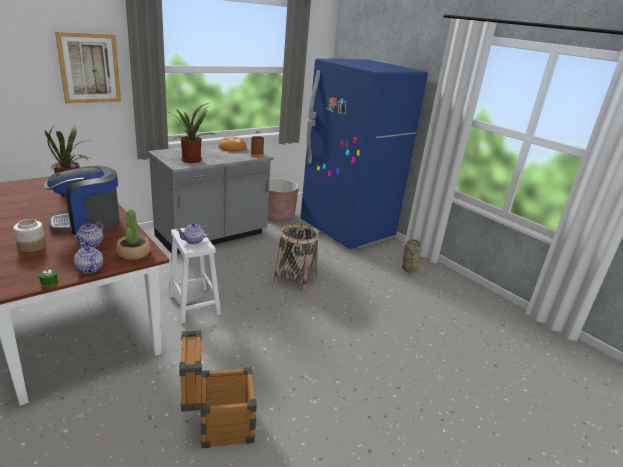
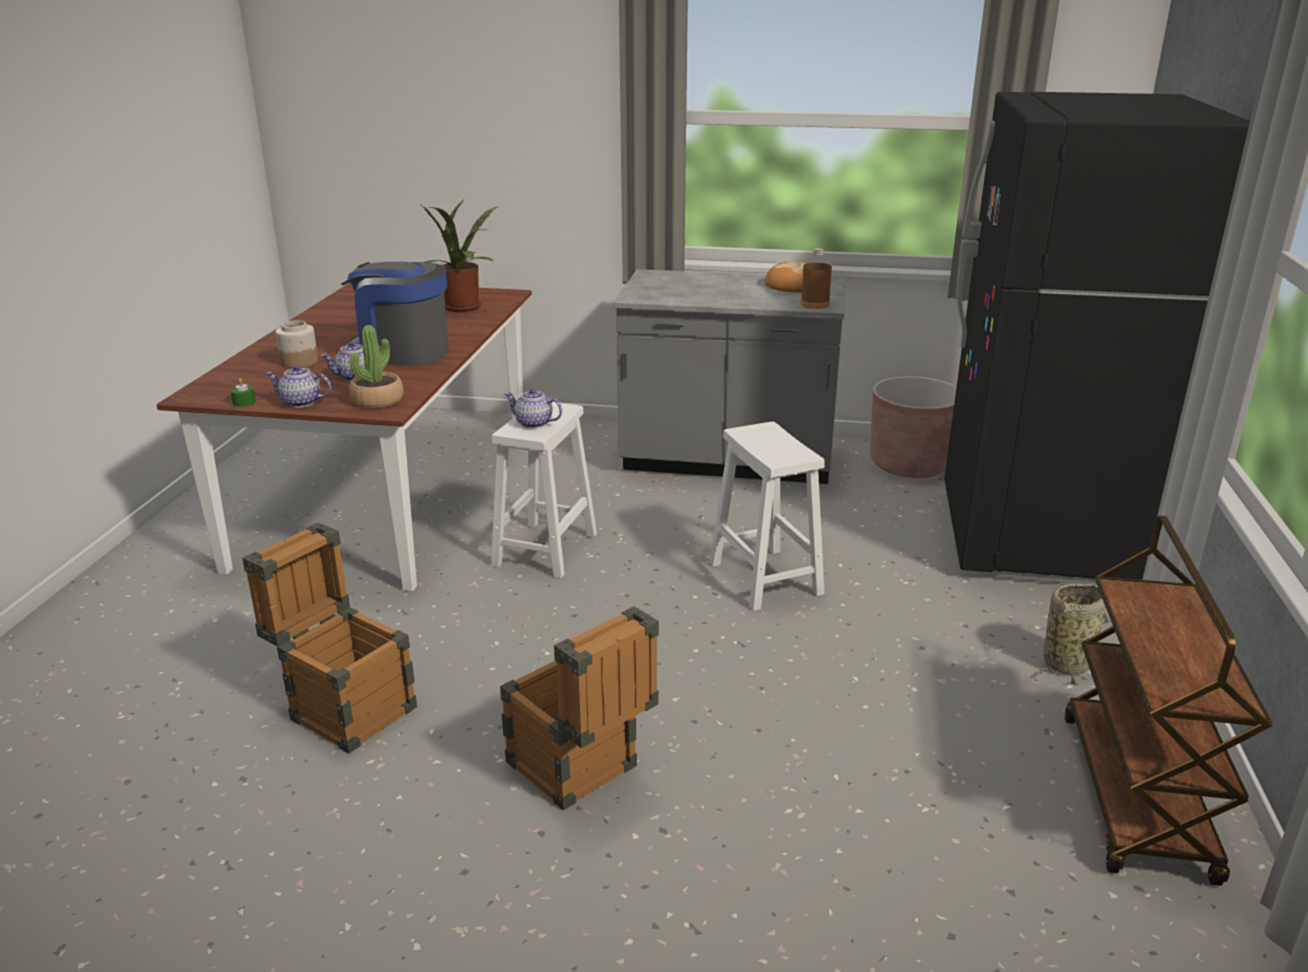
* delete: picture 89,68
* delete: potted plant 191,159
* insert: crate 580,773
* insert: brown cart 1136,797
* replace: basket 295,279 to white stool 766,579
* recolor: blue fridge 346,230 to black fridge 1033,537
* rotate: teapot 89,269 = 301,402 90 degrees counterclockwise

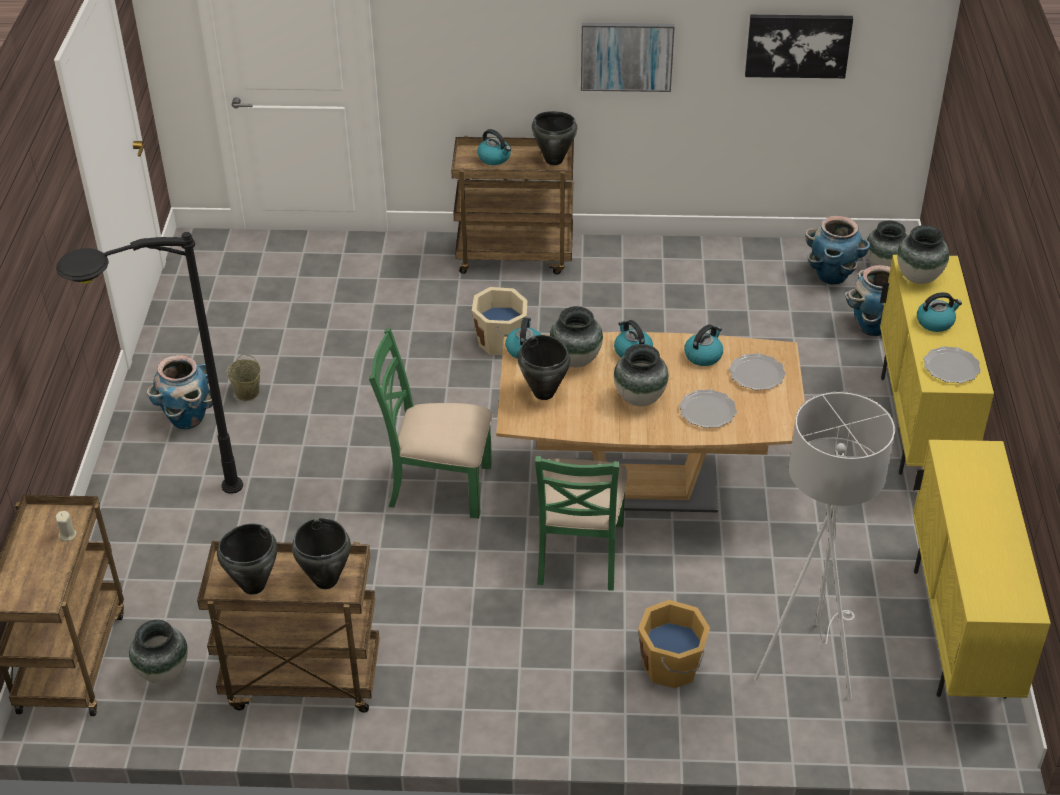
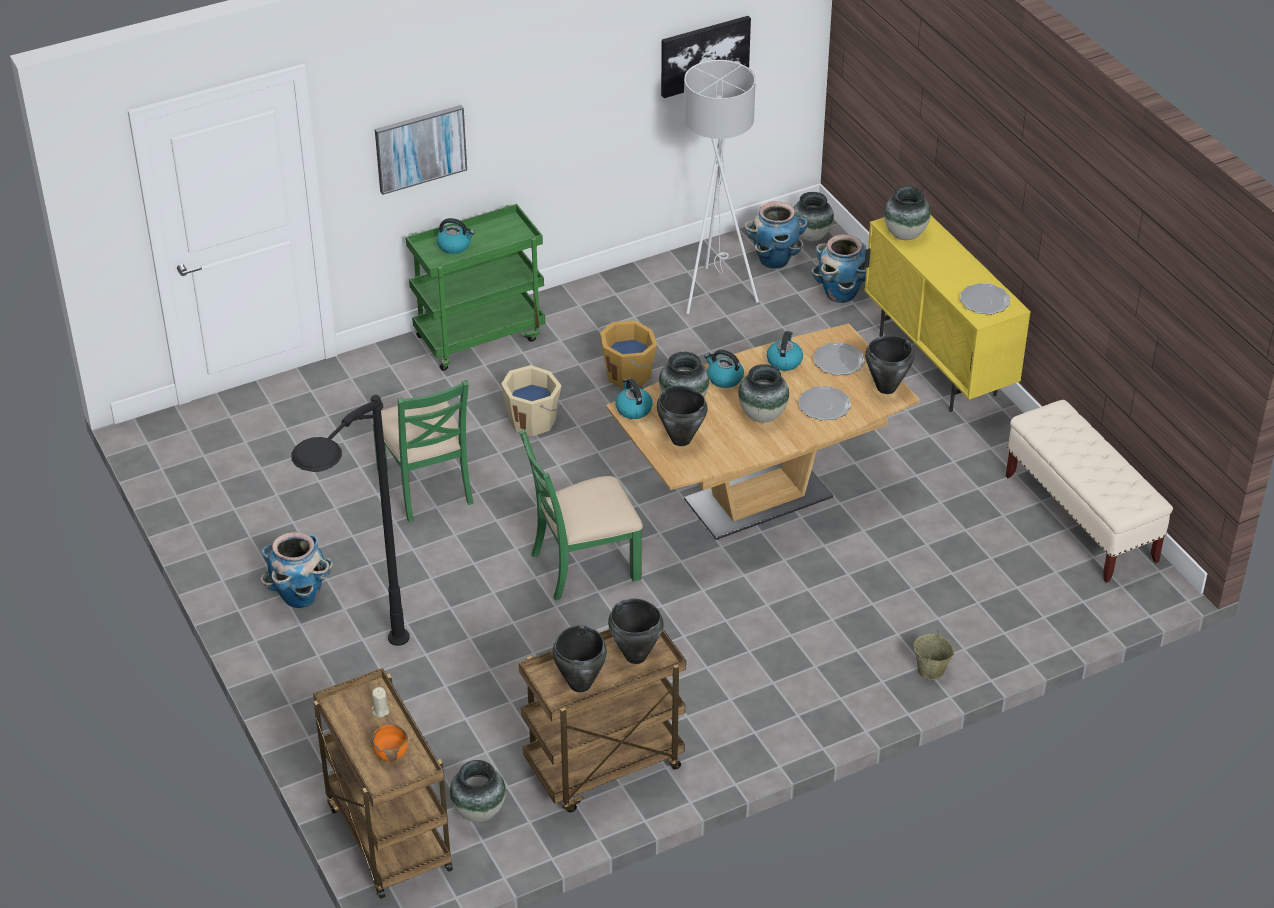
* delete: kettle 935,322
* insert: orange bowl 391,753
* move: beige bucket 247,393 to 931,670
* move: black cooking pot 553,160 to 886,388
* move: green chair 579,553 to 426,486
* move: picture 626,56 to 420,148
* move: orange bucket 672,666 to 629,374
* move: white floor lamp 807,660 to 714,290
* replace: yellow cabinet 958,633 to beige bench 1081,519
* recolor: brown cart 516,255 to green cart 480,336

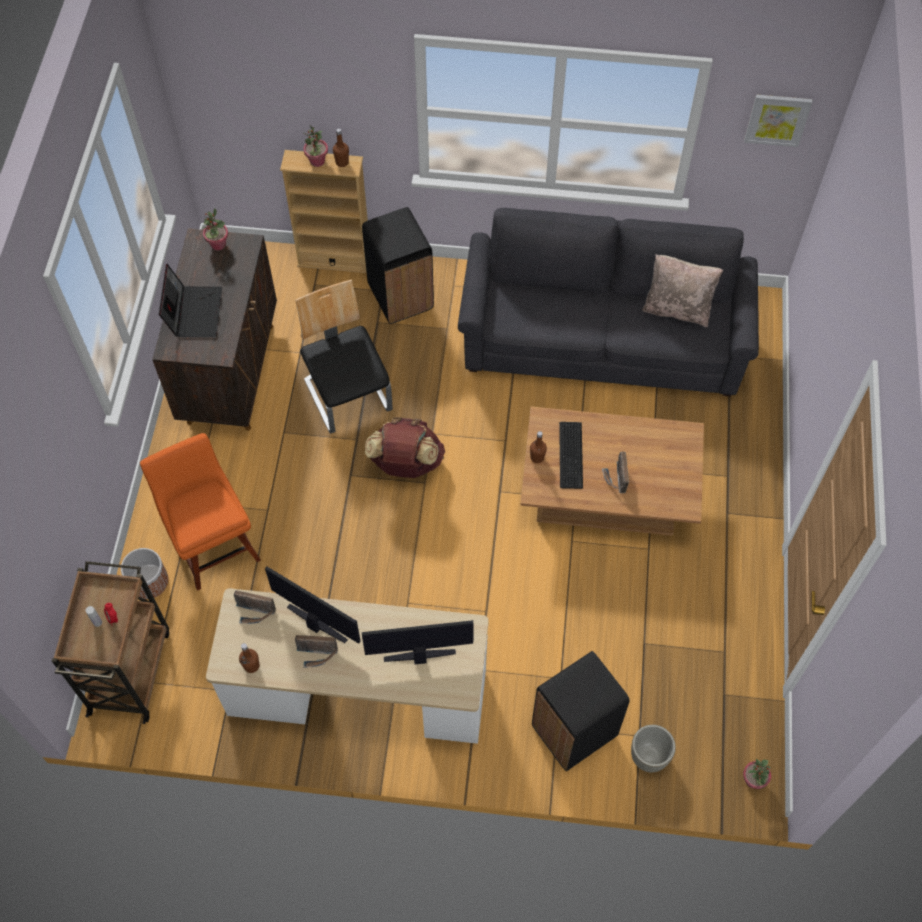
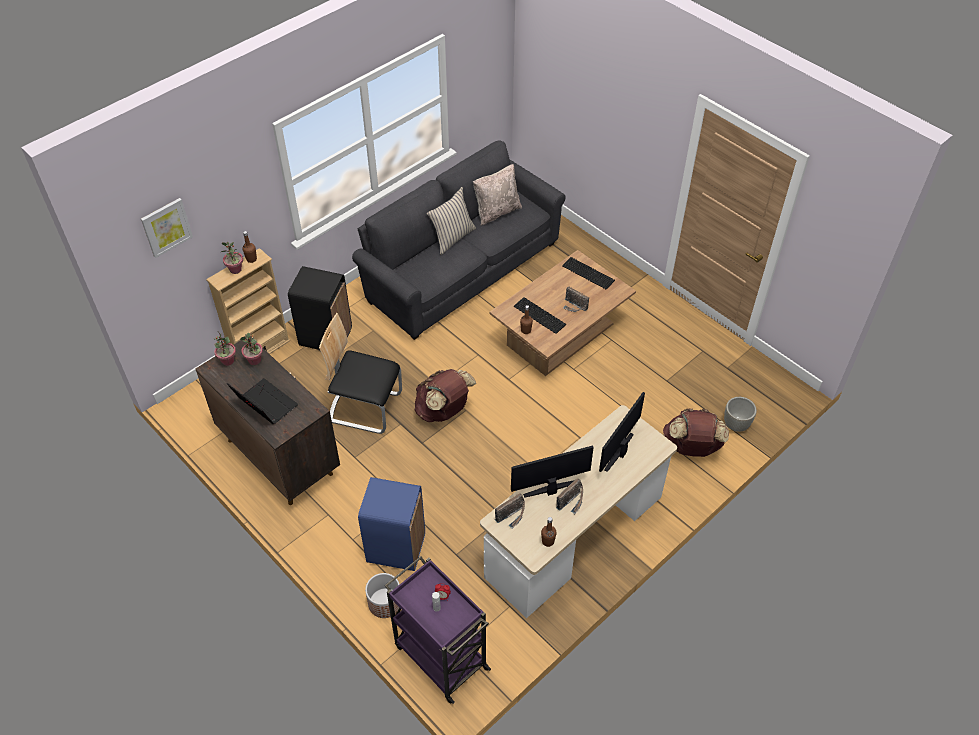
* insert: beige pillow 452,238
* insert: keyboard 588,272
* move: potted plant 753,780 to 255,360
* move: picture 777,119 to 166,227
* replace: orange chair 214,545 to blue trash can 396,547
* replace: black trash can 573,731 to brown backpack 691,448
* recolor: brown cart 130,669 to purple cart 440,656

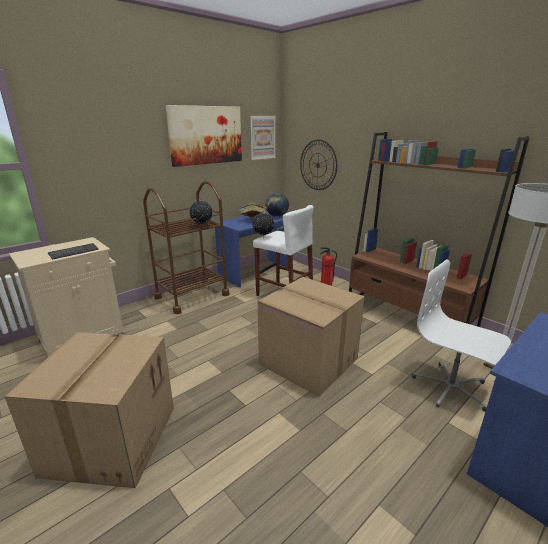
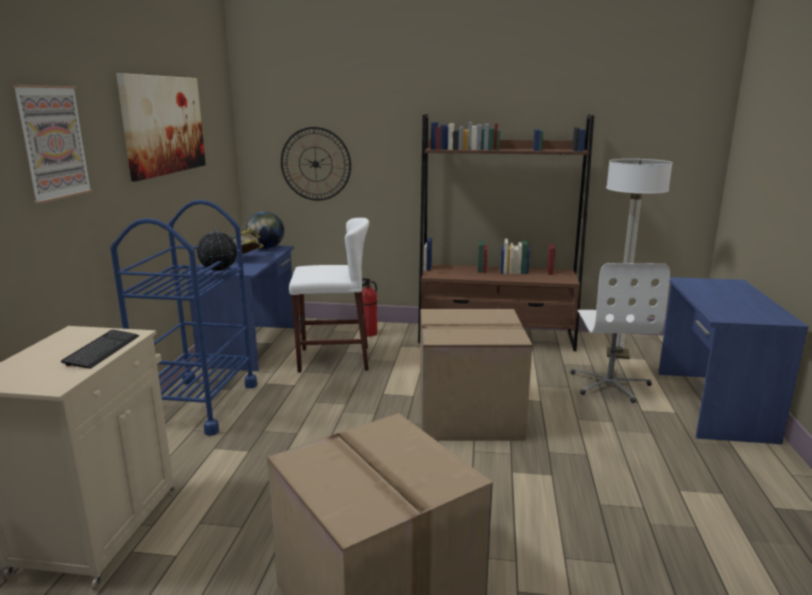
* delete: globe 263,237
* move: picture 262,137 to 53,142
* recolor: brown cart 192,296 to blue cart 199,405
* rotate: white office chair 450,388 = 610,384 90 degrees counterclockwise

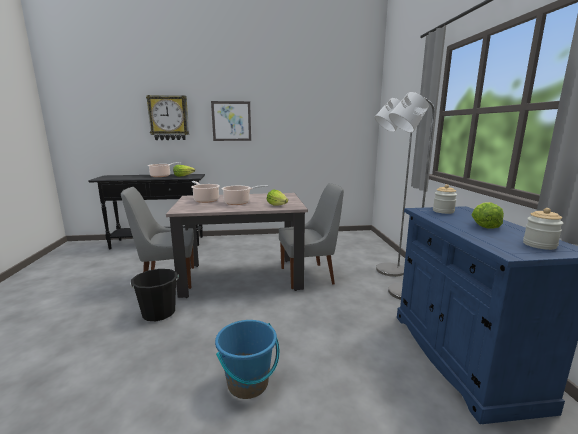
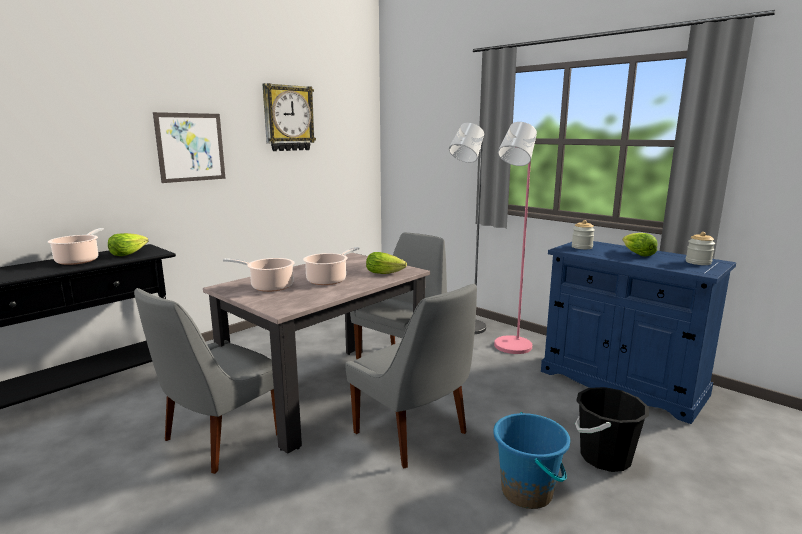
* insert: grey chair 413,434
* move: black bucket 159,313 to 605,457
* move: wall clock 169,118 to 288,118
* recolor: grey floor lamp 399,293 to pink floor lamp 509,348

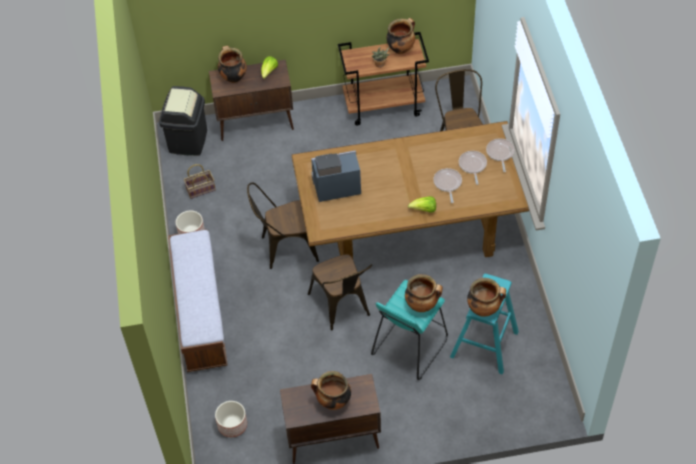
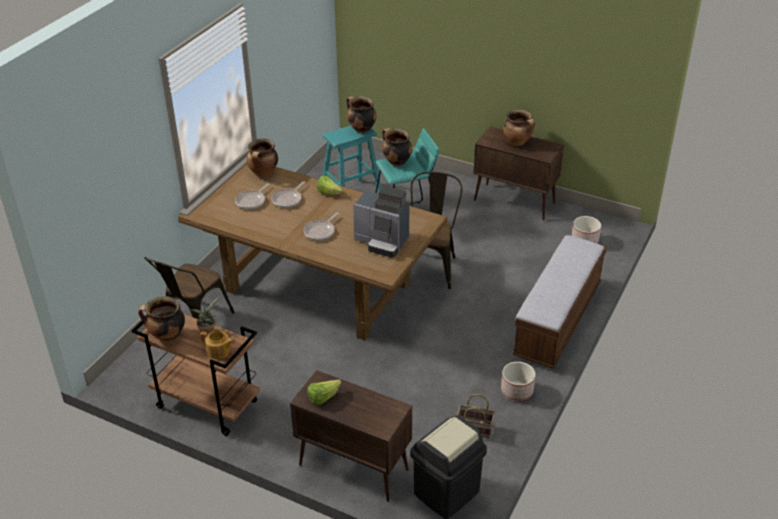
* delete: brown chair 284,248
* insert: teapot 219,351
* move: cooking pot 233,77 to 263,174
* move: frying pan 500,153 to 320,231

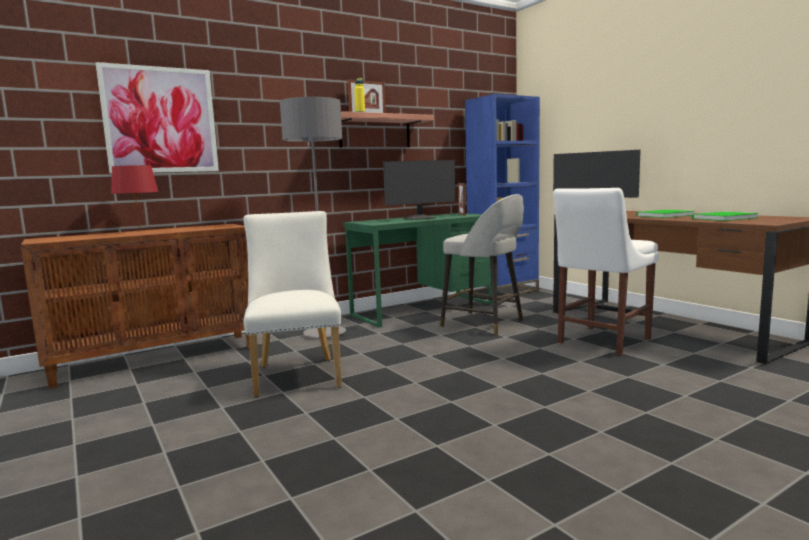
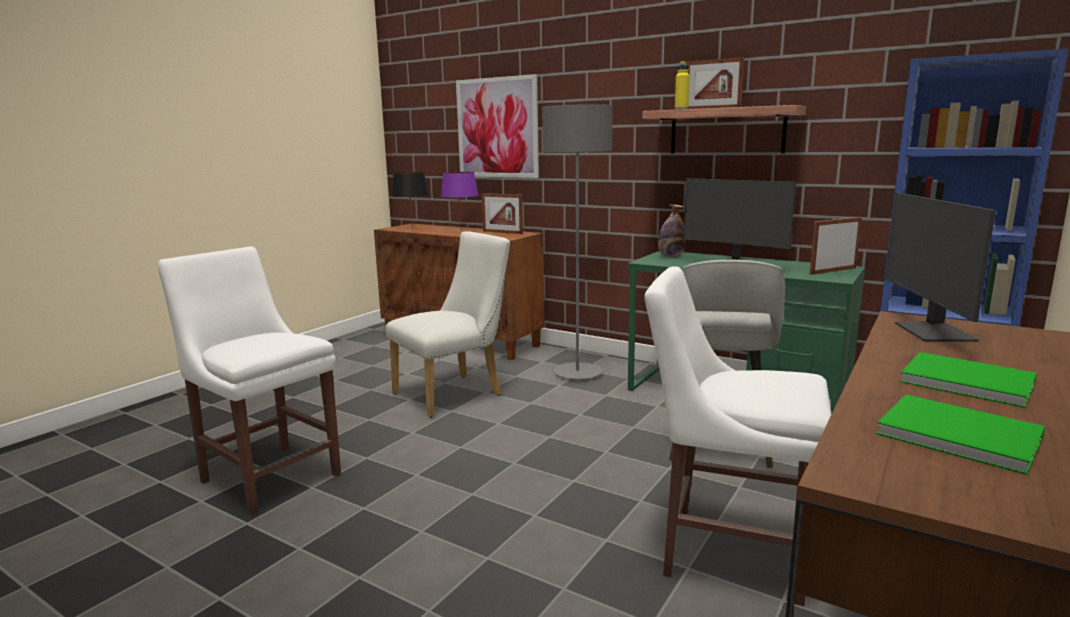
* insert: white chair 268,475
* insert: black table lamp 412,228
* insert: picture frame 502,232
* insert: bottle 670,256
* recolor: red table lamp 140,231 to purple table lamp 461,229

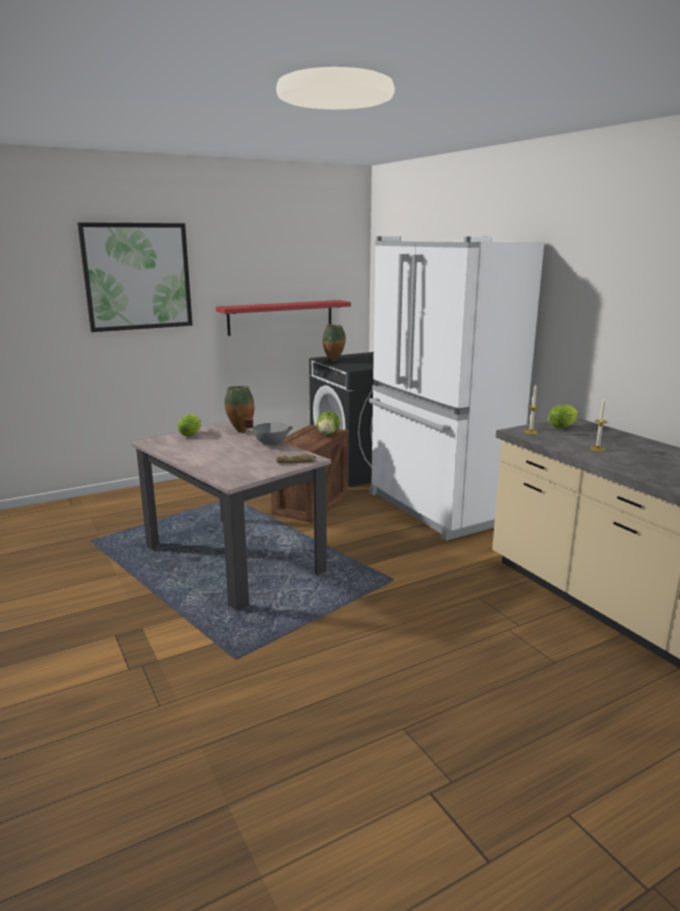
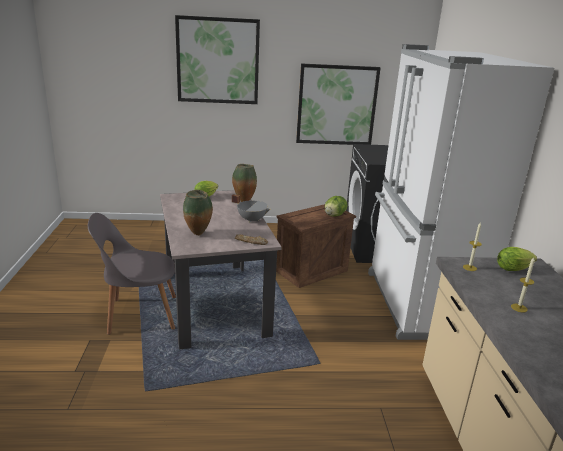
* insert: grey chair 139,314
* move: vase 334,361 to 198,234
* replace: red shelf 281,317 to picture 336,105

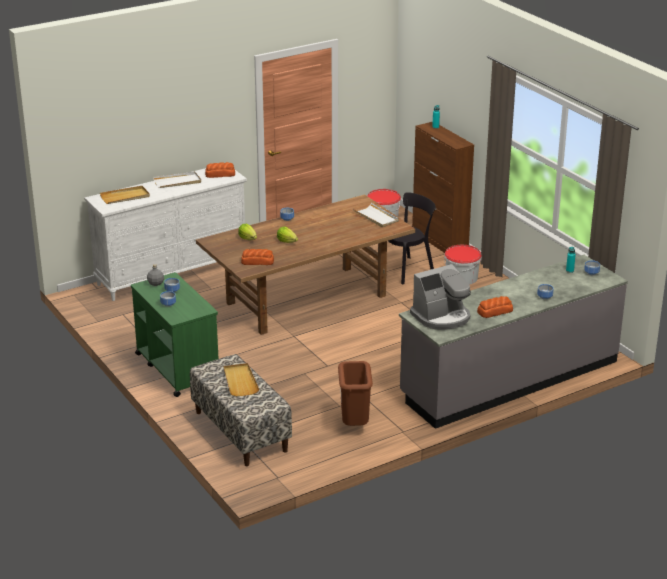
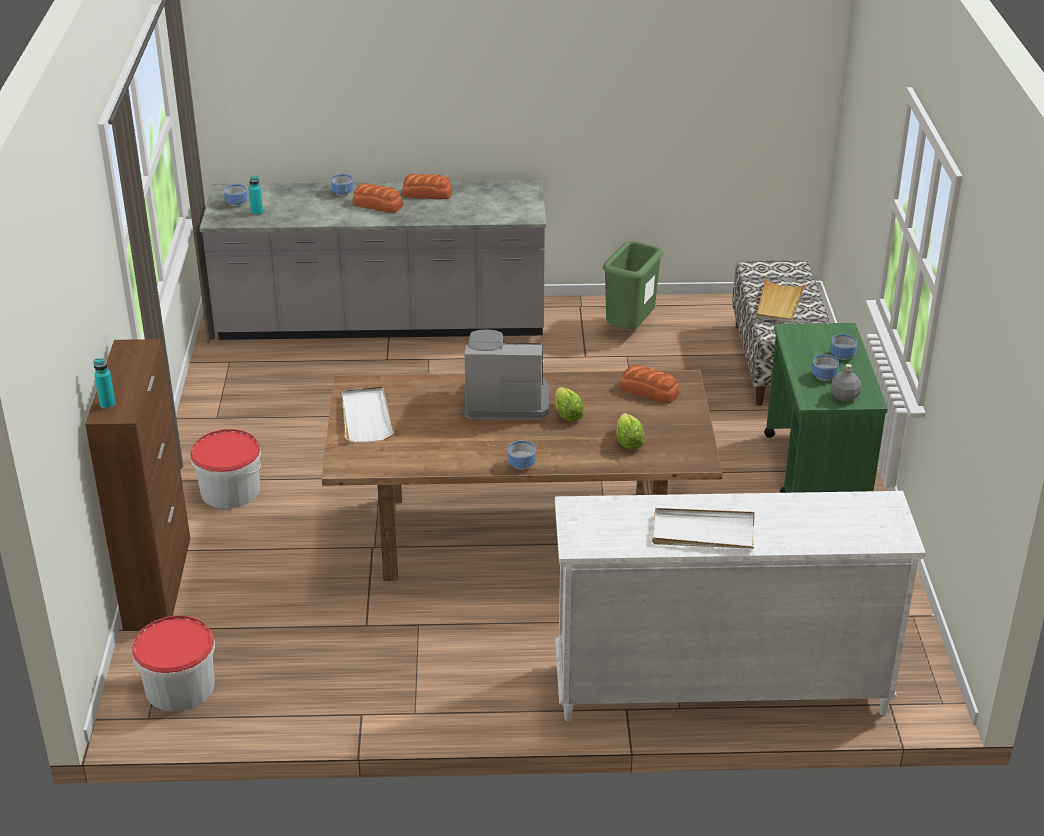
* delete: beige tray 125,197
* delete: black chair 408,270
* move: bread 220,174 to 378,205
* move: coffee machine 442,317 to 505,400
* recolor: brown trash can 355,425 to green trash can 629,329

